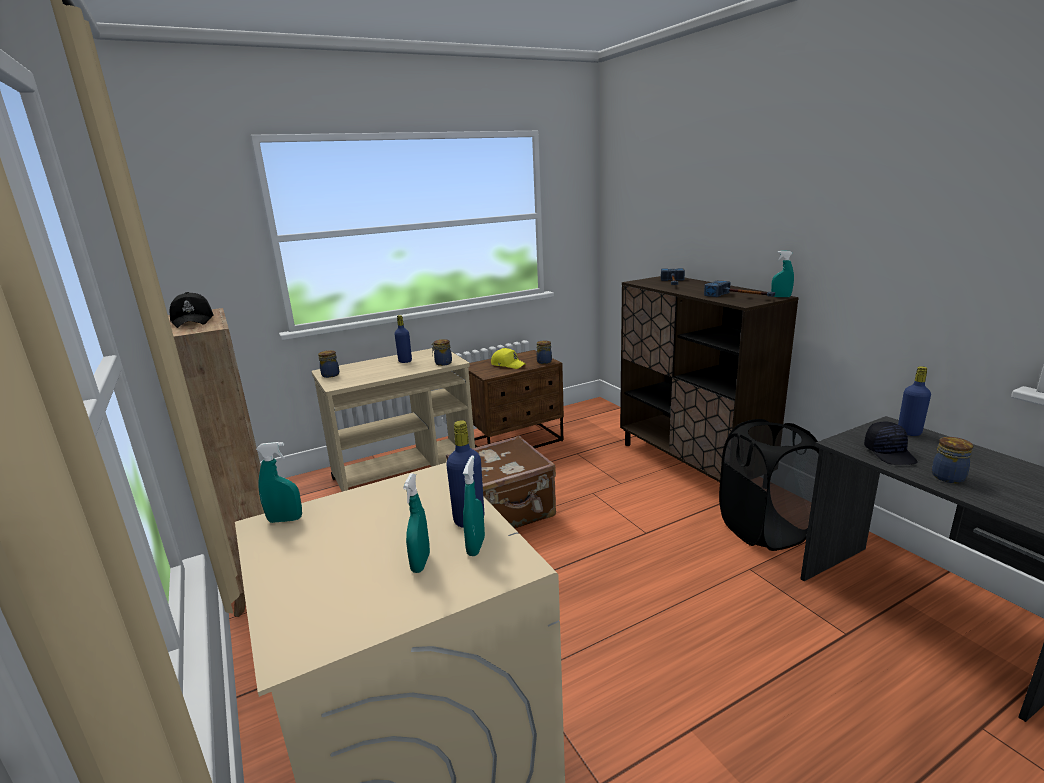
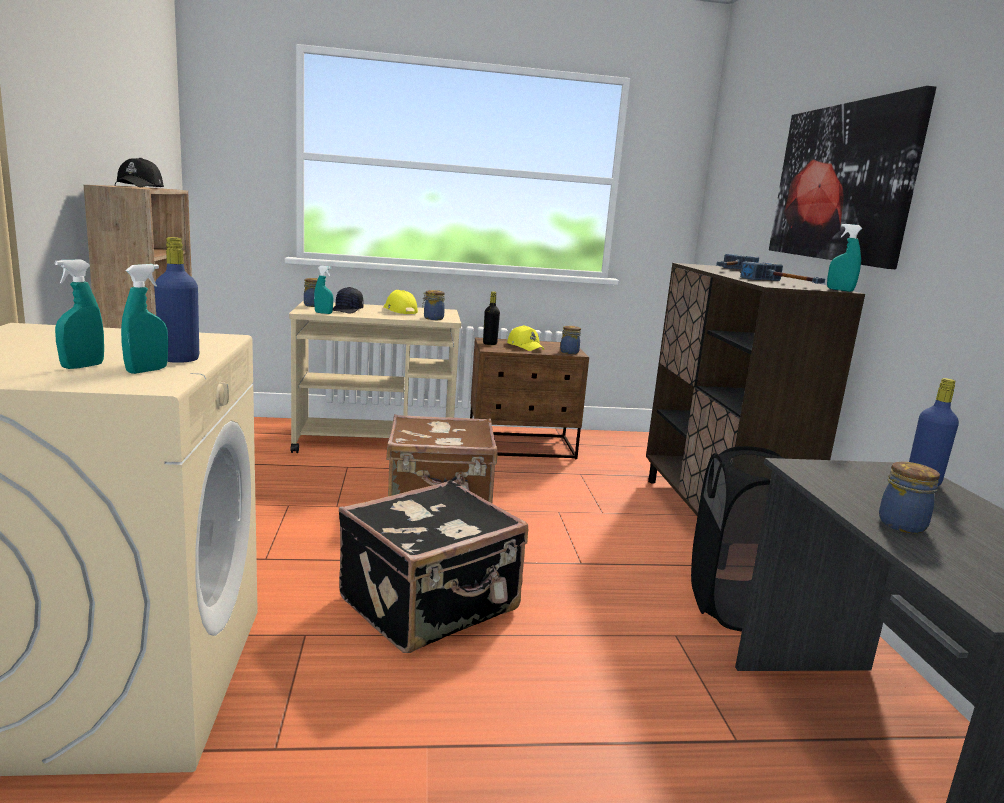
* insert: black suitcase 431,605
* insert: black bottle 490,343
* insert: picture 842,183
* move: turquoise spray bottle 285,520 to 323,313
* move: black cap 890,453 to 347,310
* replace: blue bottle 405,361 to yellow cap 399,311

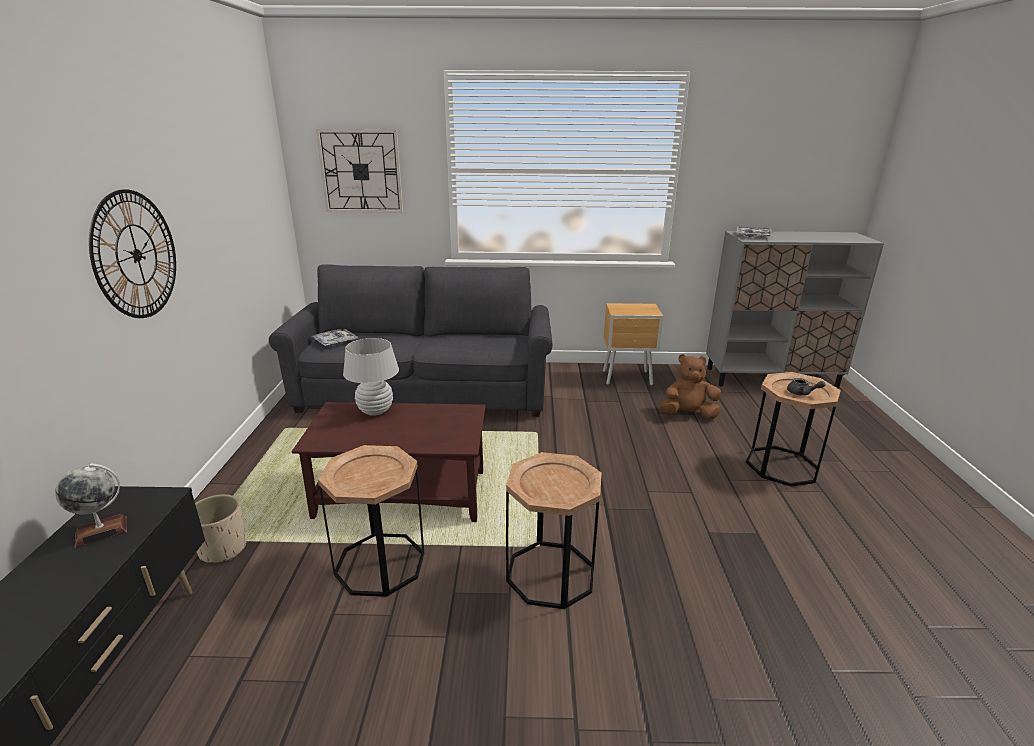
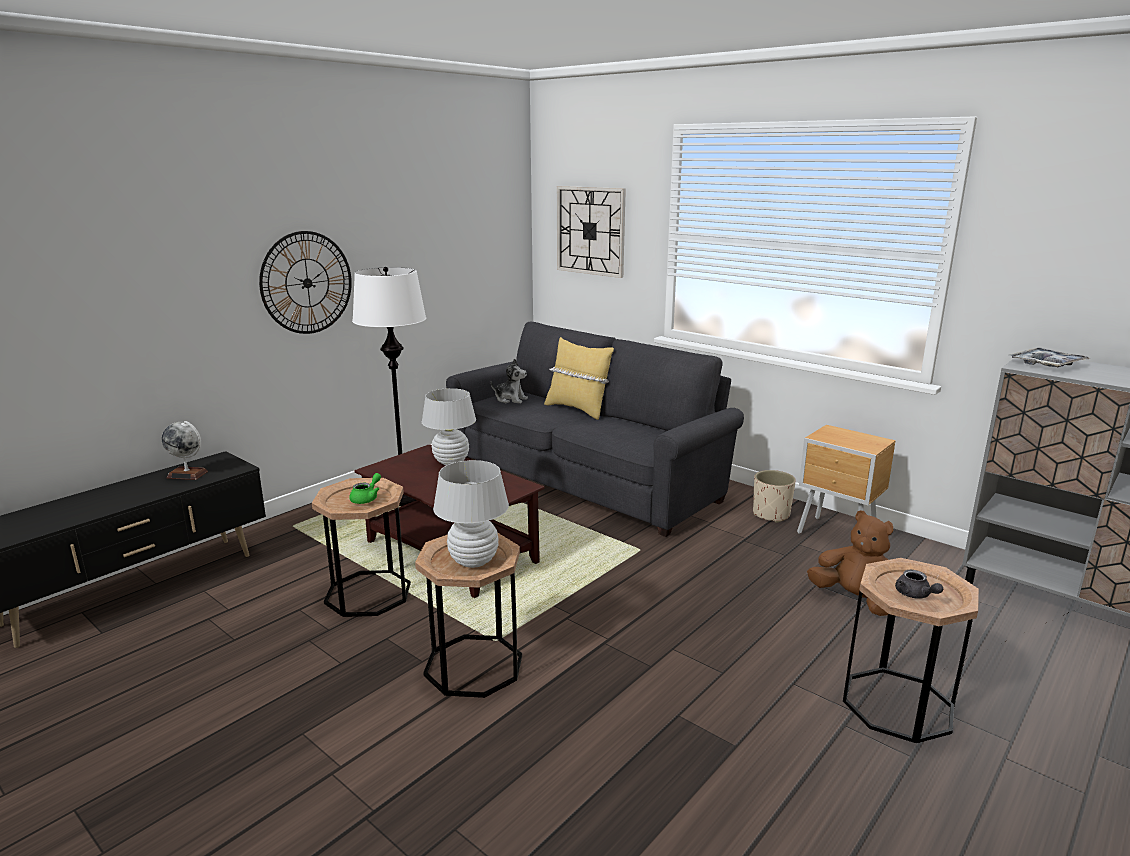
* insert: green teapot 367,498
* insert: white floor lamp 404,498
* insert: white table lamp 473,561
* insert: yellow pillow 578,409
* move: beige planter 223,549 to 771,514
* replace: tray 335,341 to plush toy 510,399

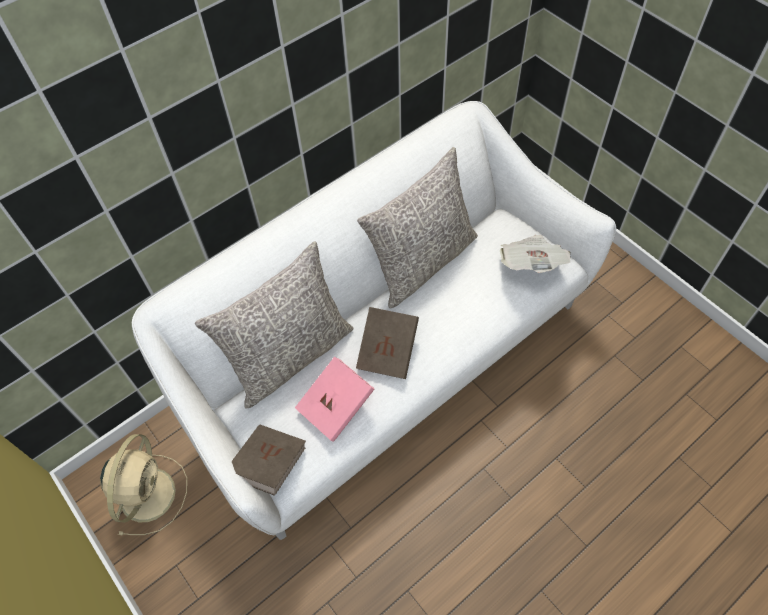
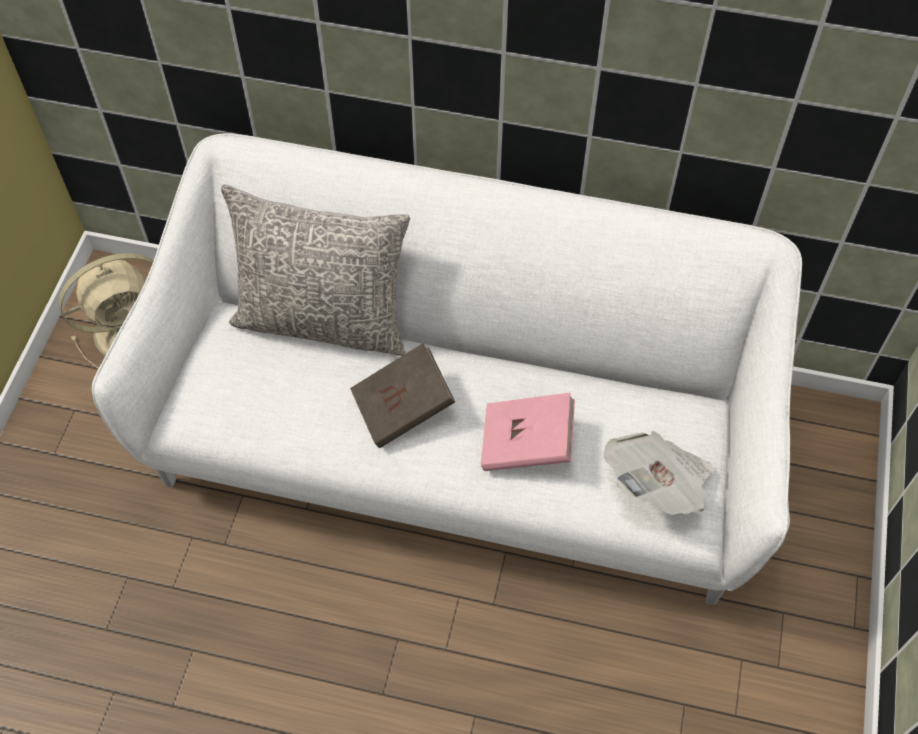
* delete: brown book 269,464
* delete: grey pillow 422,262
* move: pink book 336,406 to 526,444

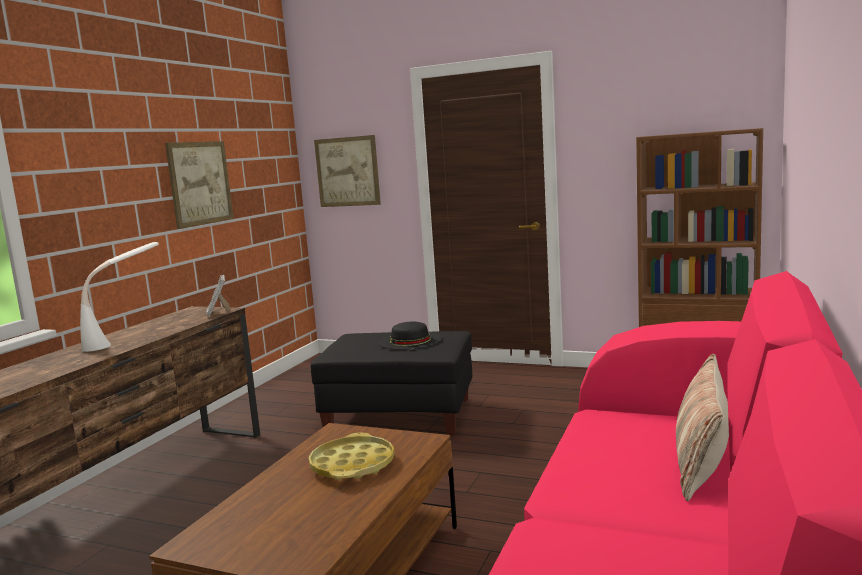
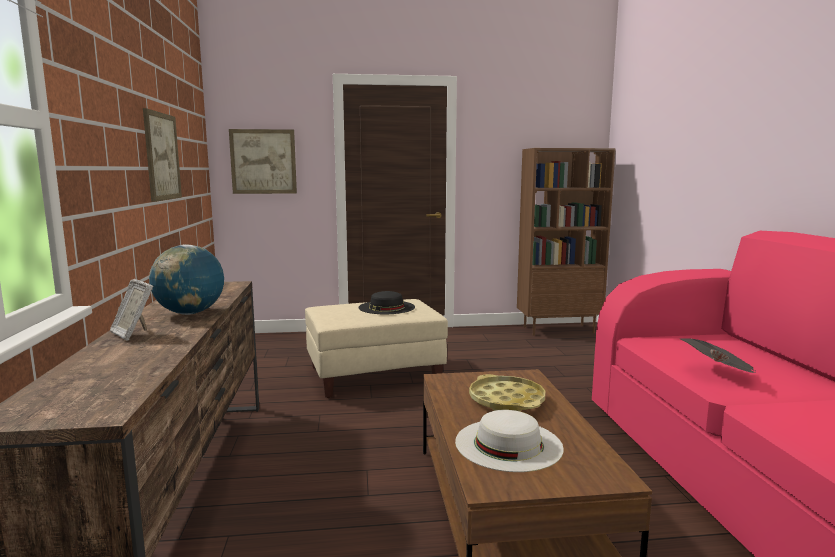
* delete: pillow 701,456
* insert: white hat 508,444
* insert: newspaper 718,374
* move: picture frame 218,313 to 133,334
* replace: white table lamp 128,341 to globe 190,313
* recolor: black ottoman 400,416 to beige ottoman 374,375

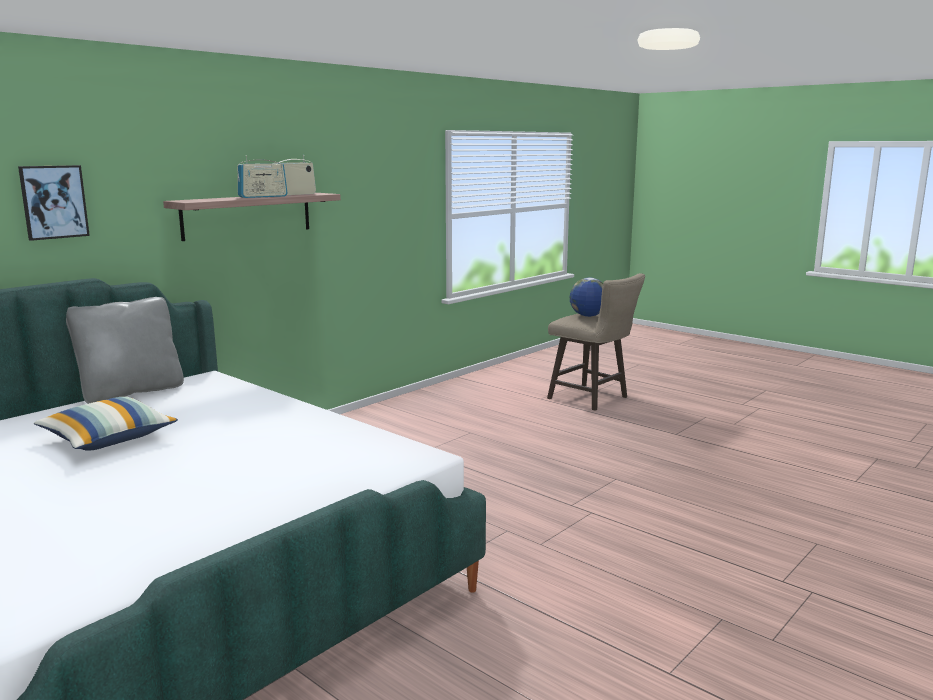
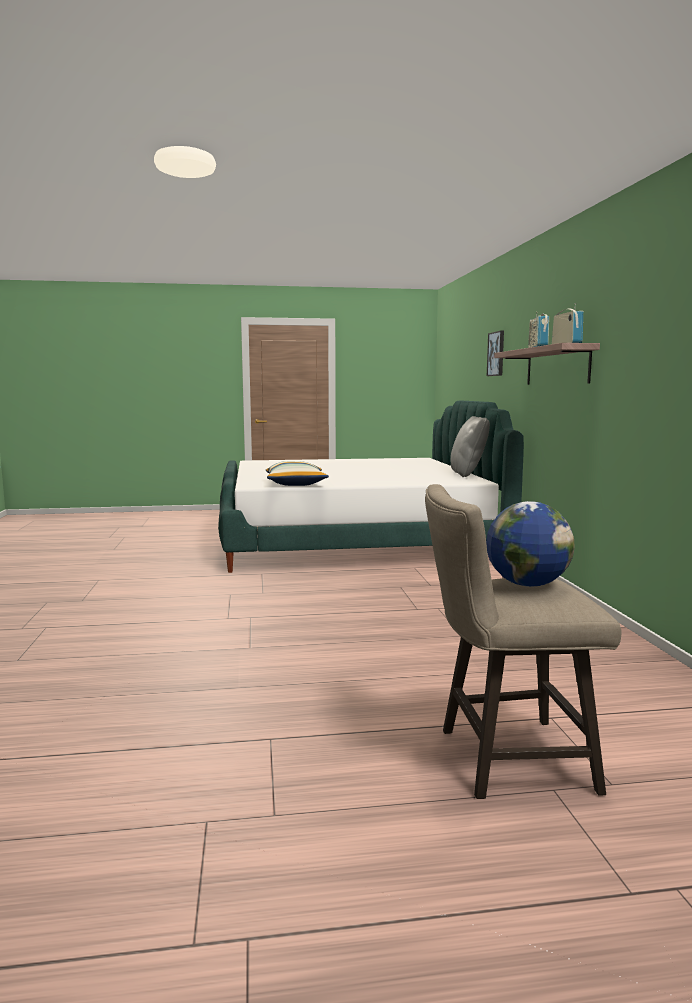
* move: pillow 108,439 to 296,484

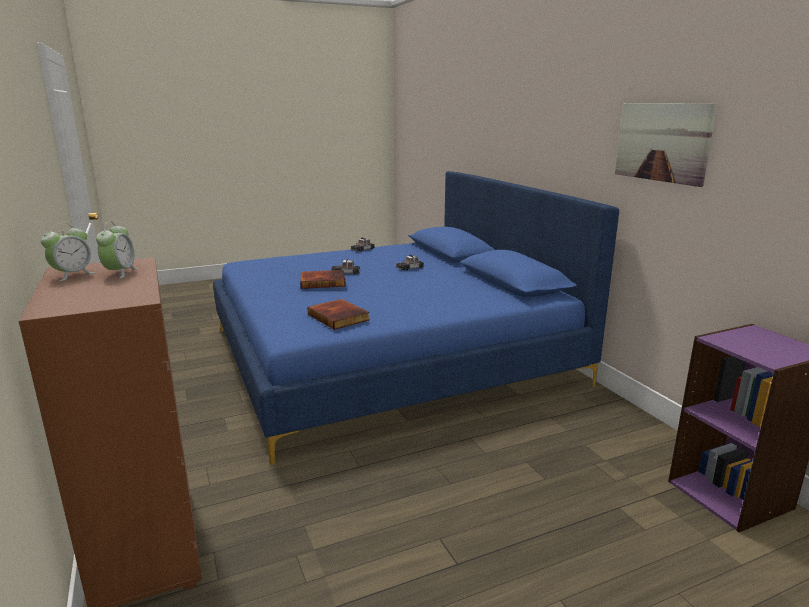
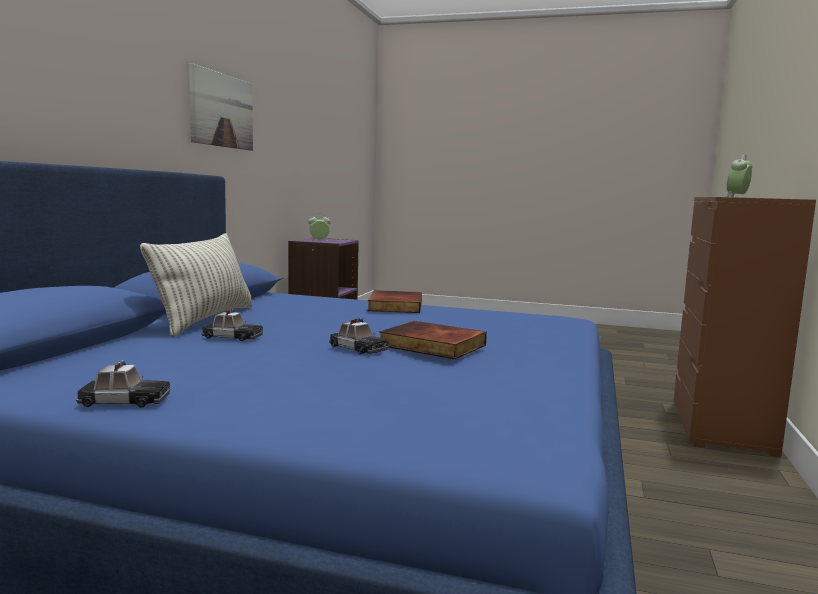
* insert: pillow 205,320
* move: alarm clock 72,275 to 319,241
* move: book 339,317 to 394,306

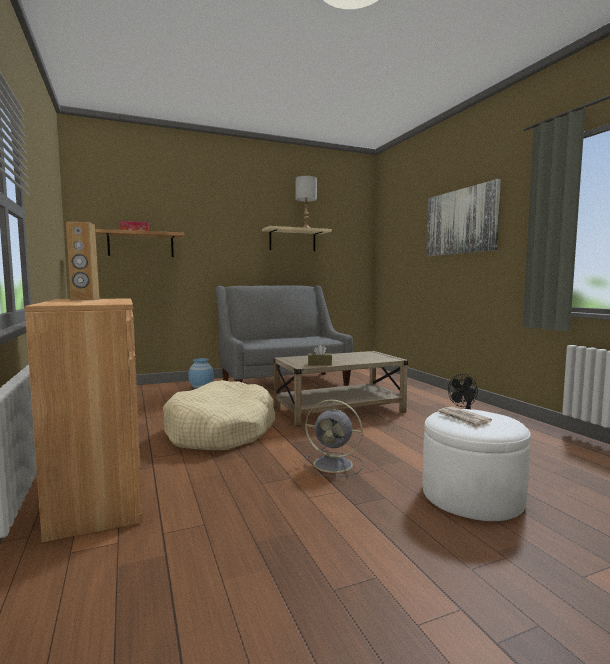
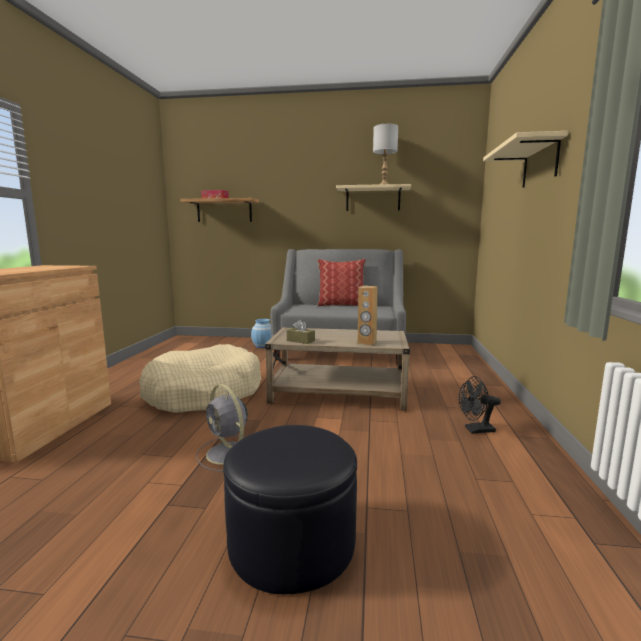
* delete: newspaper 463,419
* insert: pillow 341,305
* move: brown speaker 85,299 to 366,343
* replace: picture 461,221 to beige shelf 540,163
* recolor: white ottoman 472,496 to black ottoman 292,543

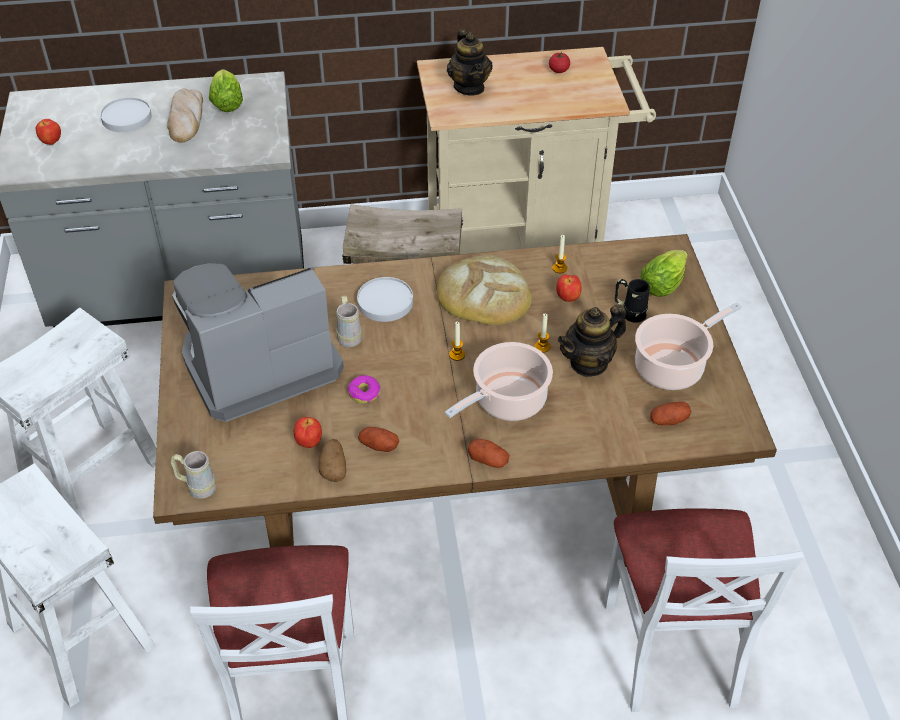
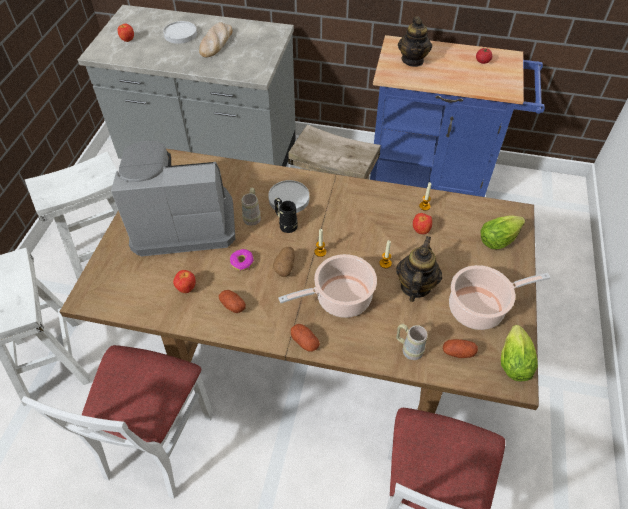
* delete: bread 484,295
* move: beige mug 197,487 to 408,349
* move: lettuce 227,102 to 513,359
* move: potato 333,468 to 285,267
* move: black mug 629,313 to 285,224
* recolor: beige cart 524,247 to blue cart 434,181
* rotate: teapot 589,363 = 415,286 120 degrees clockwise

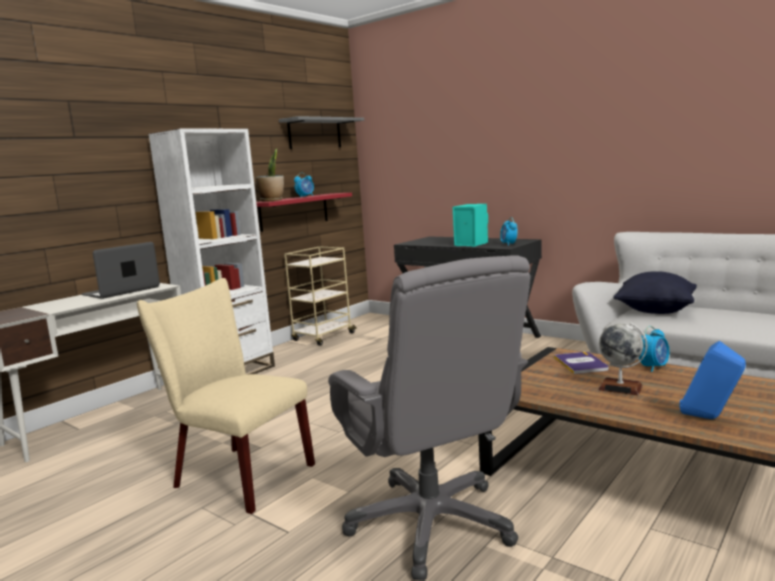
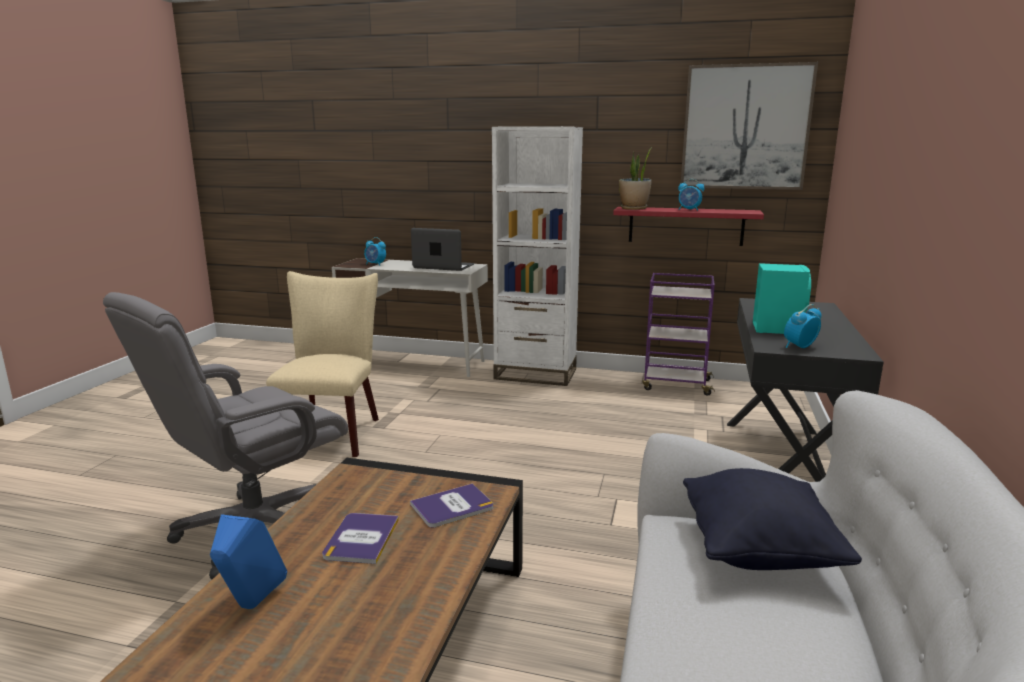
* move: alarm clock 653,367 to 375,264
* replace: grey shelf 314,133 to picture 745,127
* replace: globe 620,388 to book 361,539
* recolor: beige cart 323,337 to purple cart 675,385

